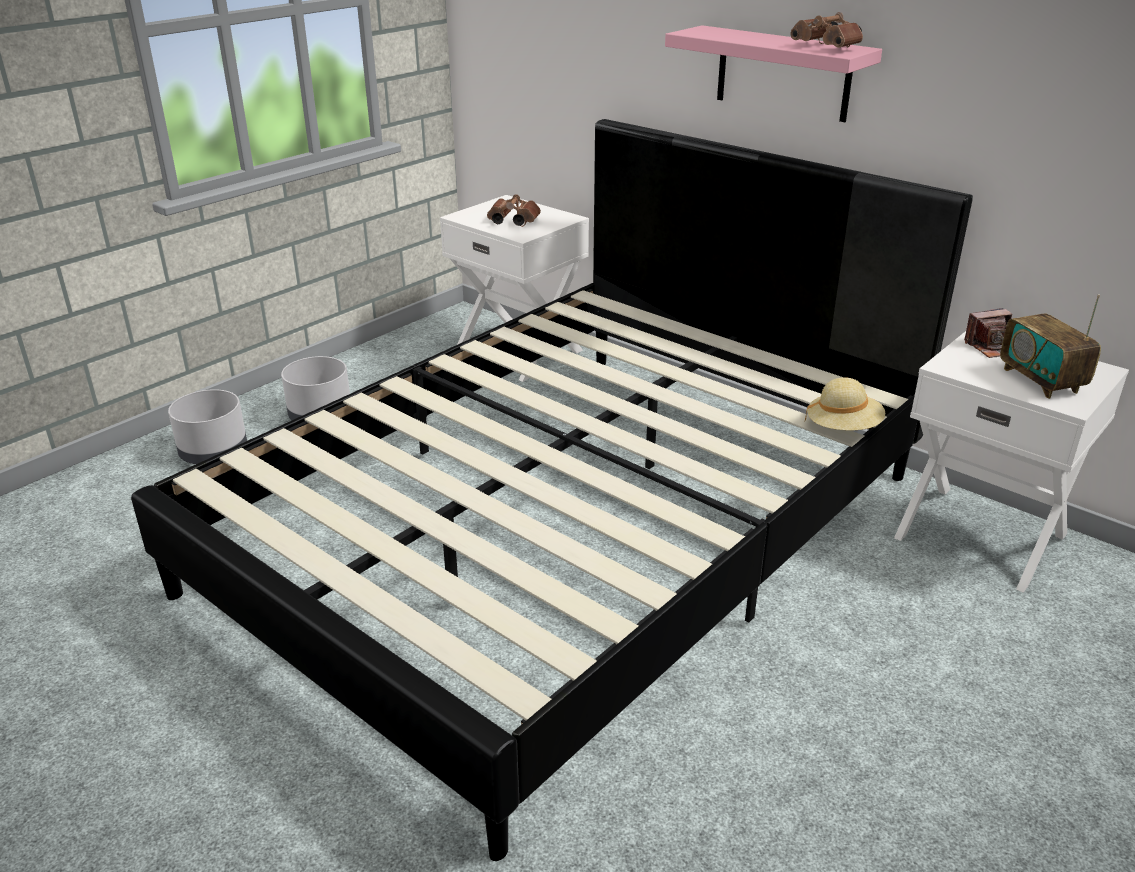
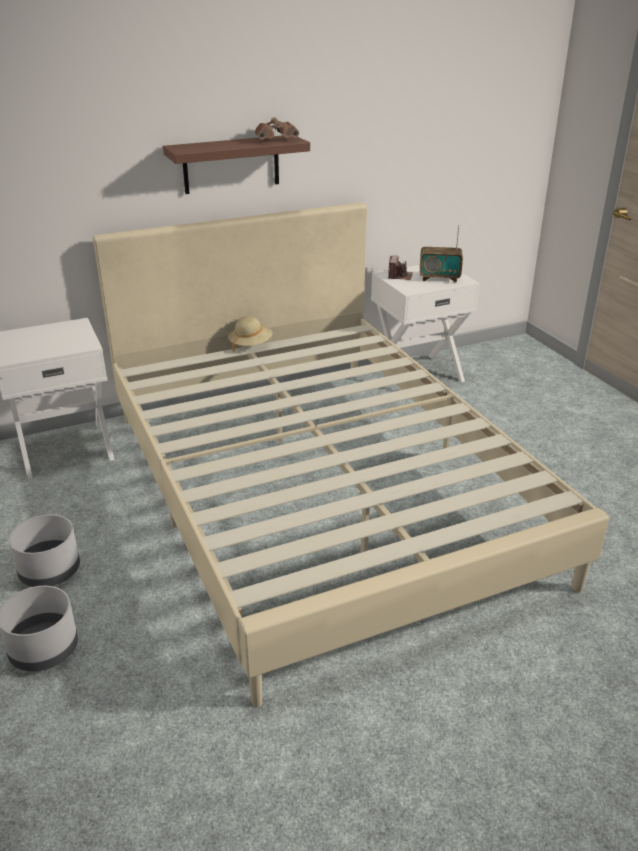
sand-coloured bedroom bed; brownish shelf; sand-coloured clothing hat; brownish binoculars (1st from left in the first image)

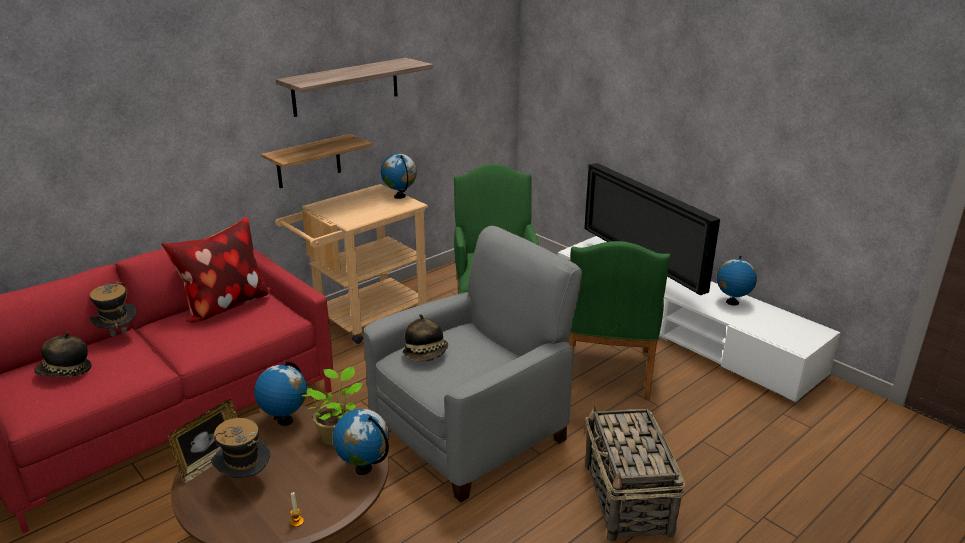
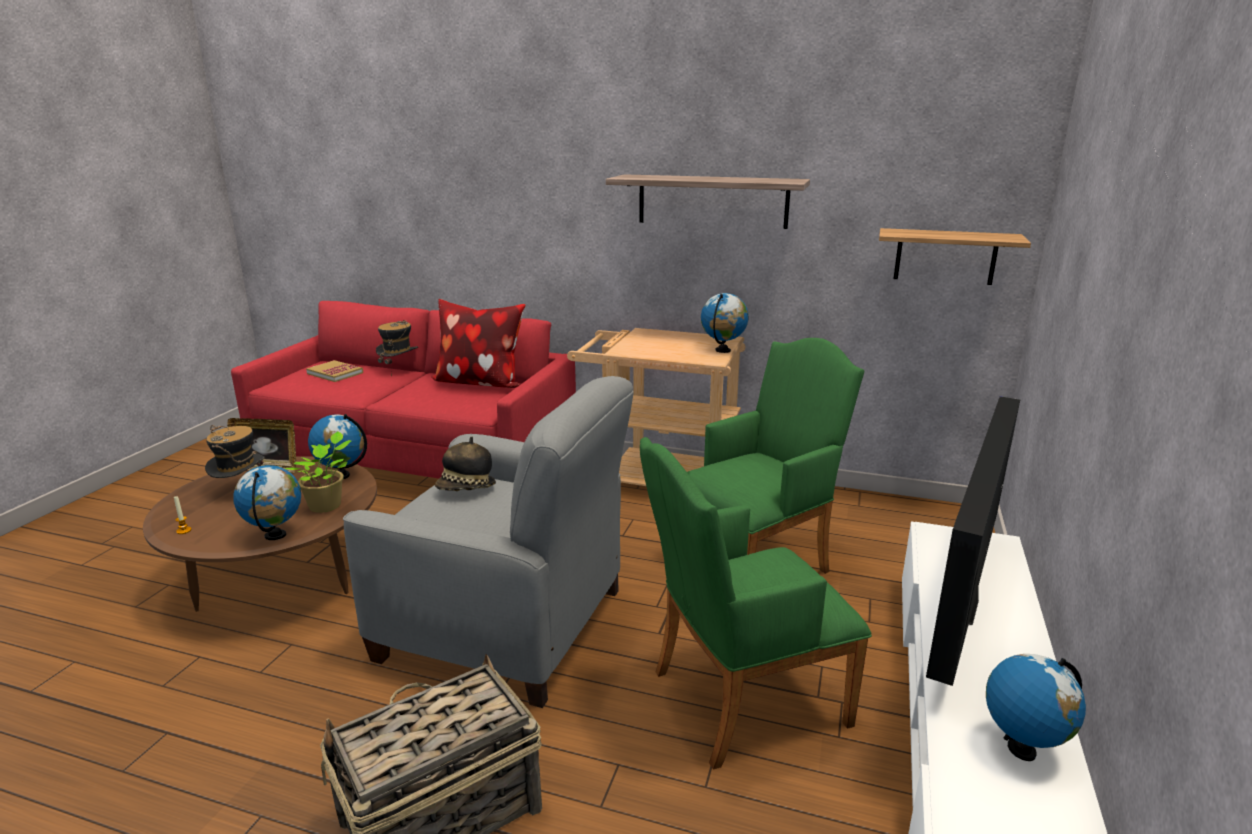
bound book; shelf (2nd from left)

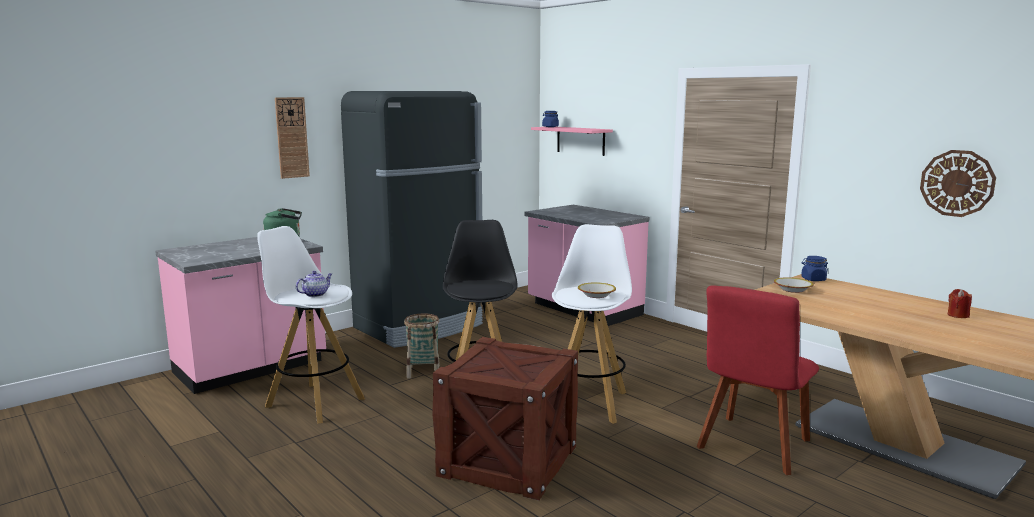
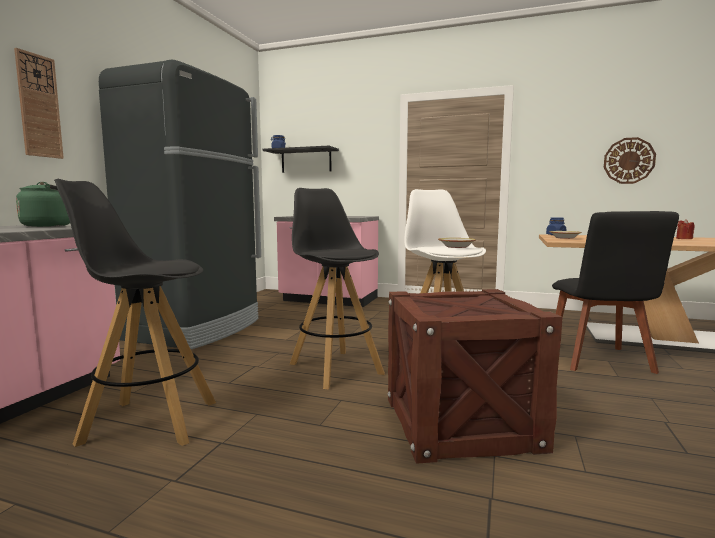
blackish sitting stool (1st from left); blackish shelf; blackish upright chair; tea pot; basket

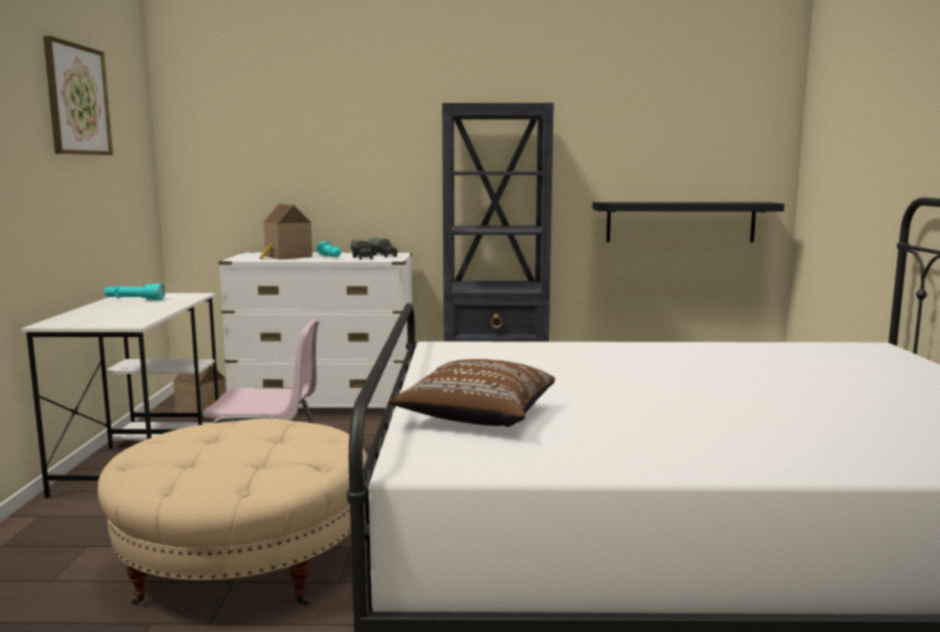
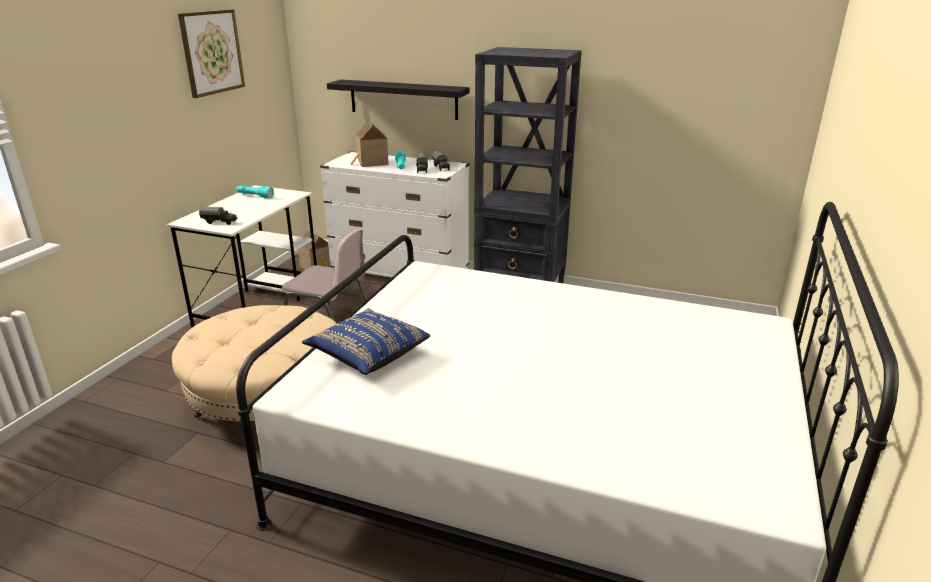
toy truck (1st from left); blue-coloured pillow; blackish shelf

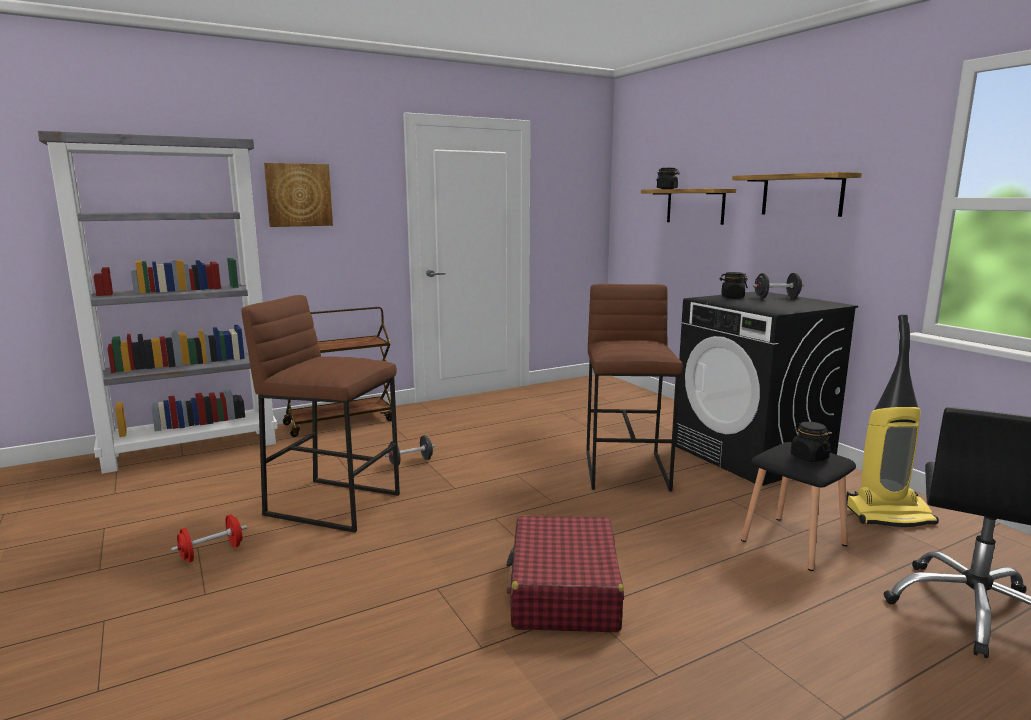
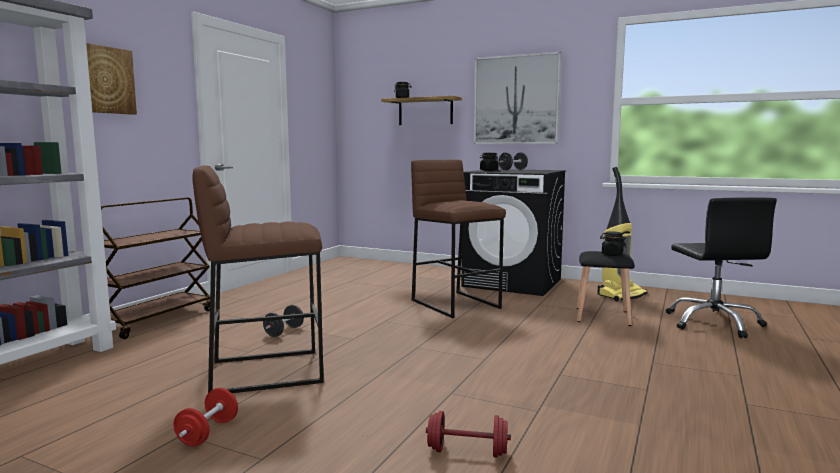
reddish free weight (2nd from left); wall art (2nd from left); reddish piece of luggage

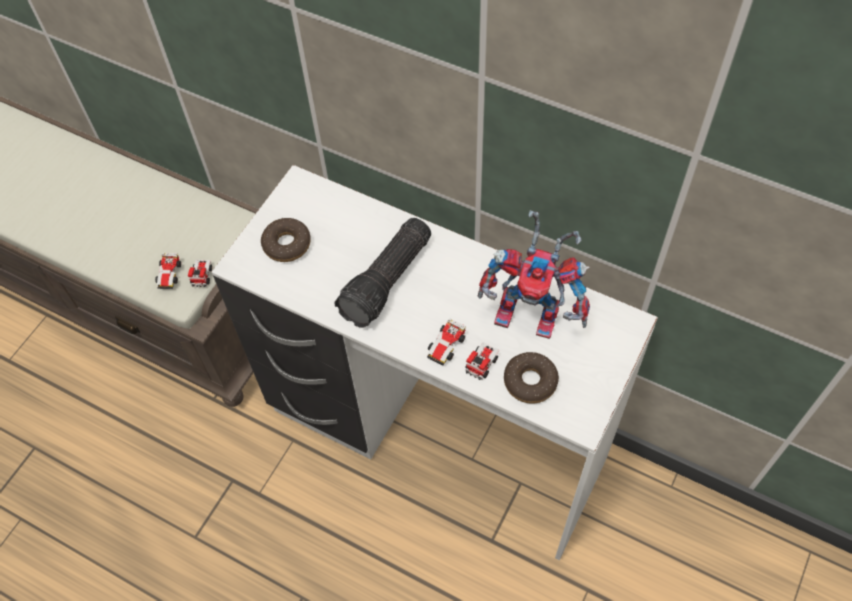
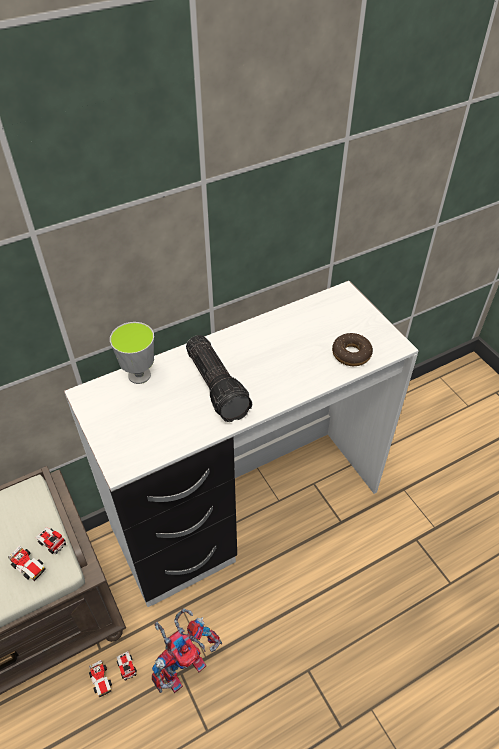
miniature car (2nd from left); cup; robot figure; ring doughnut (1st from left in the first image)

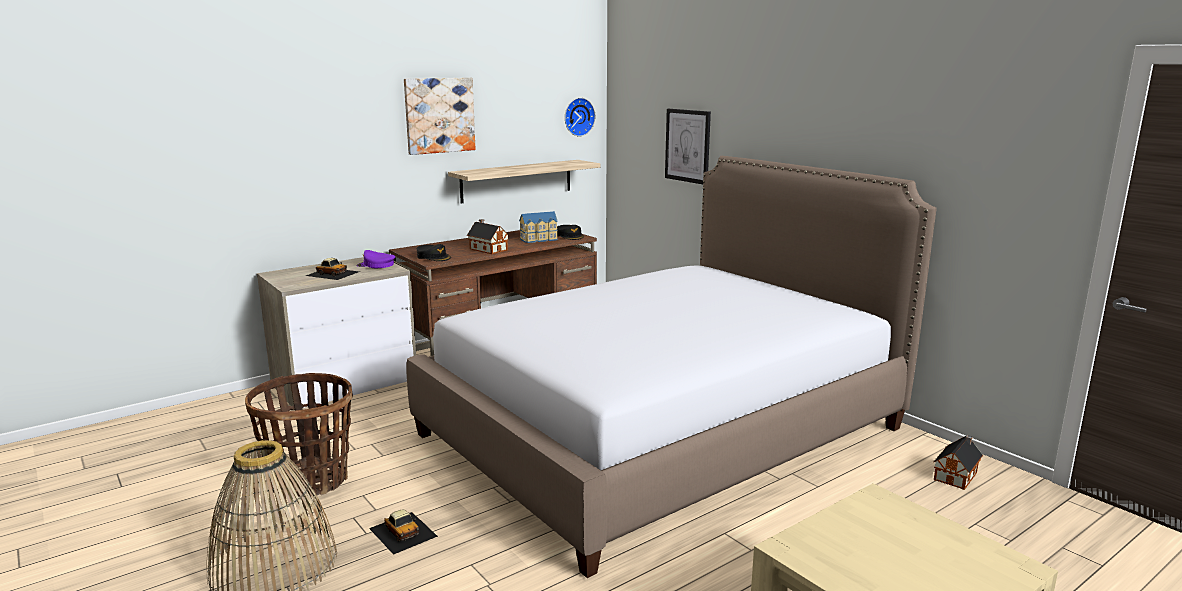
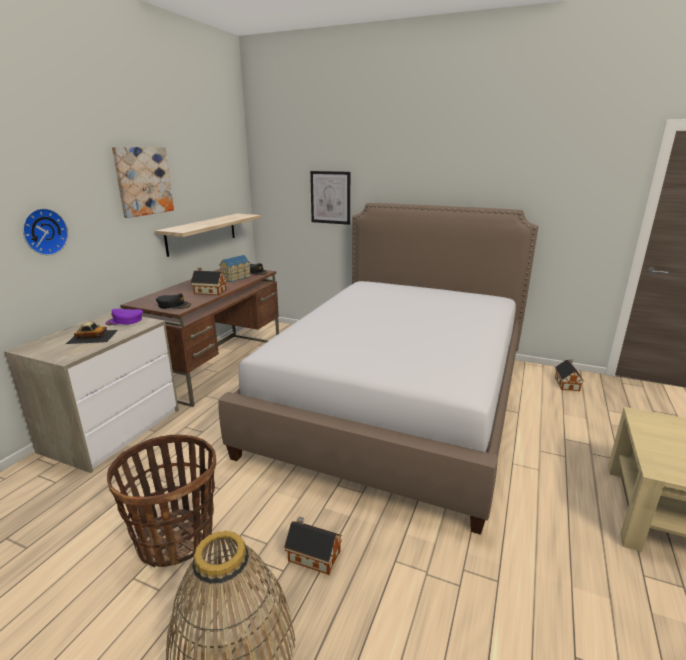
hanging clock; toy house (3rd from left)

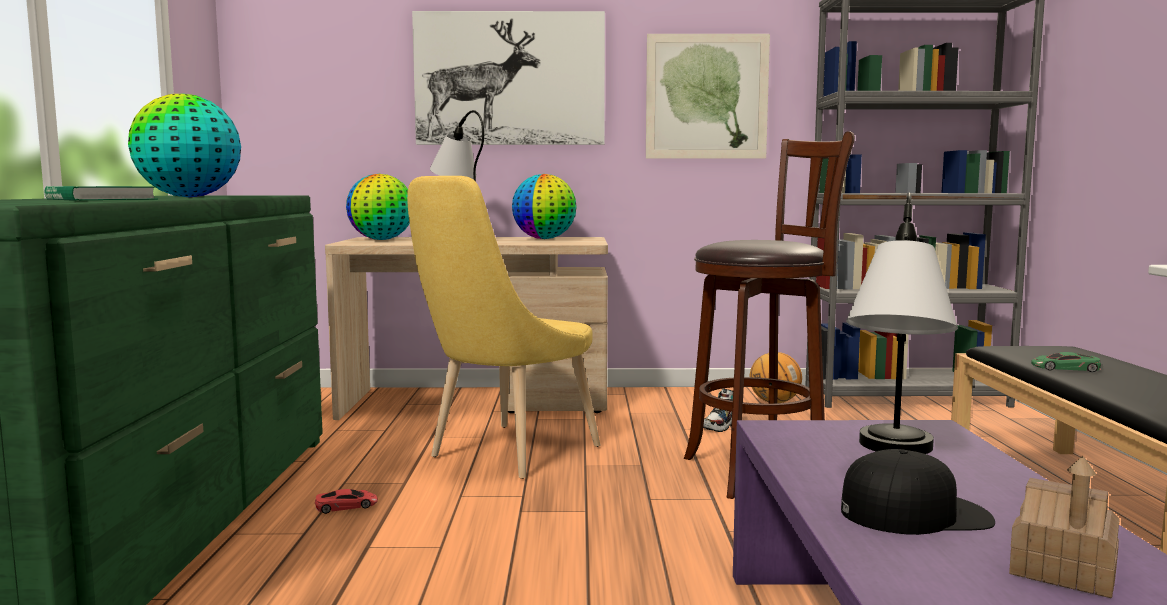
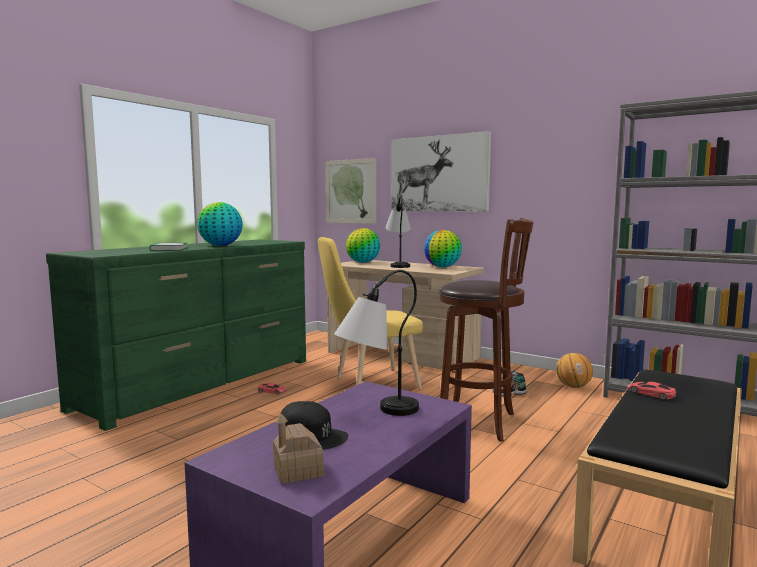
wall art (1st from left); reddish miniature car (2nd from left)

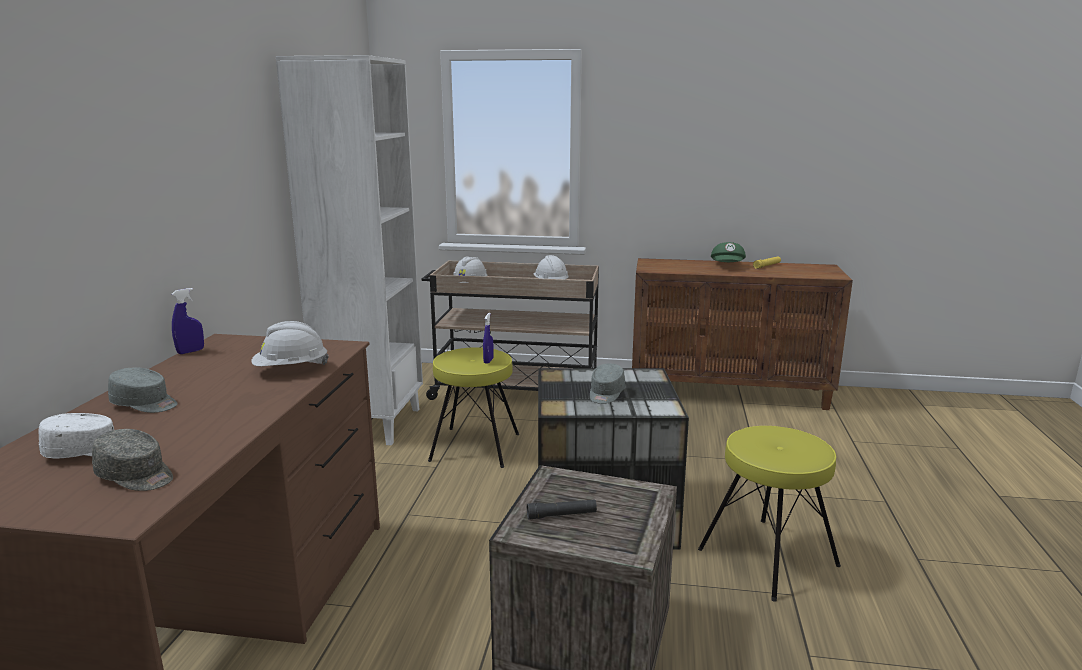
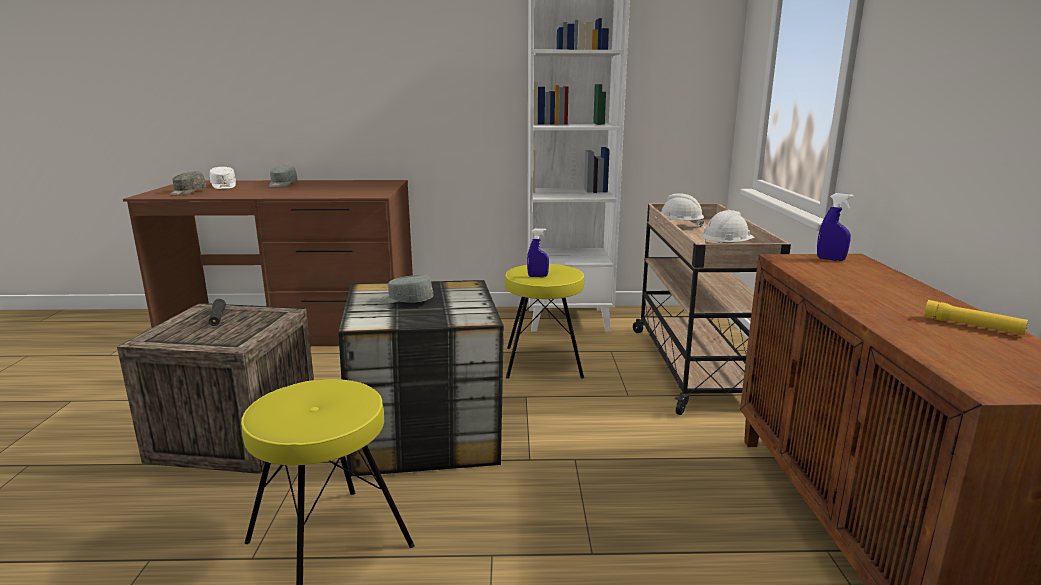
blue-coloured sprayer (2nd from left); whitish work helmet (1st from left in the first image); greenish baseball cap

